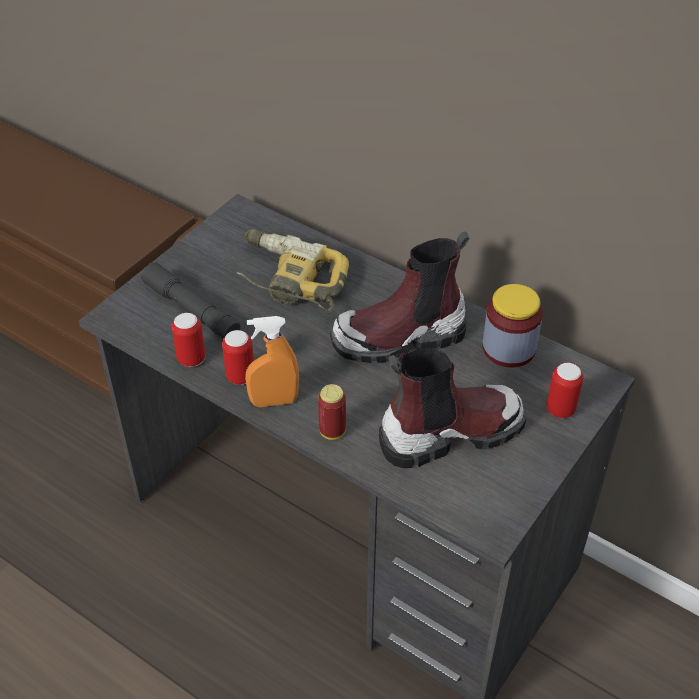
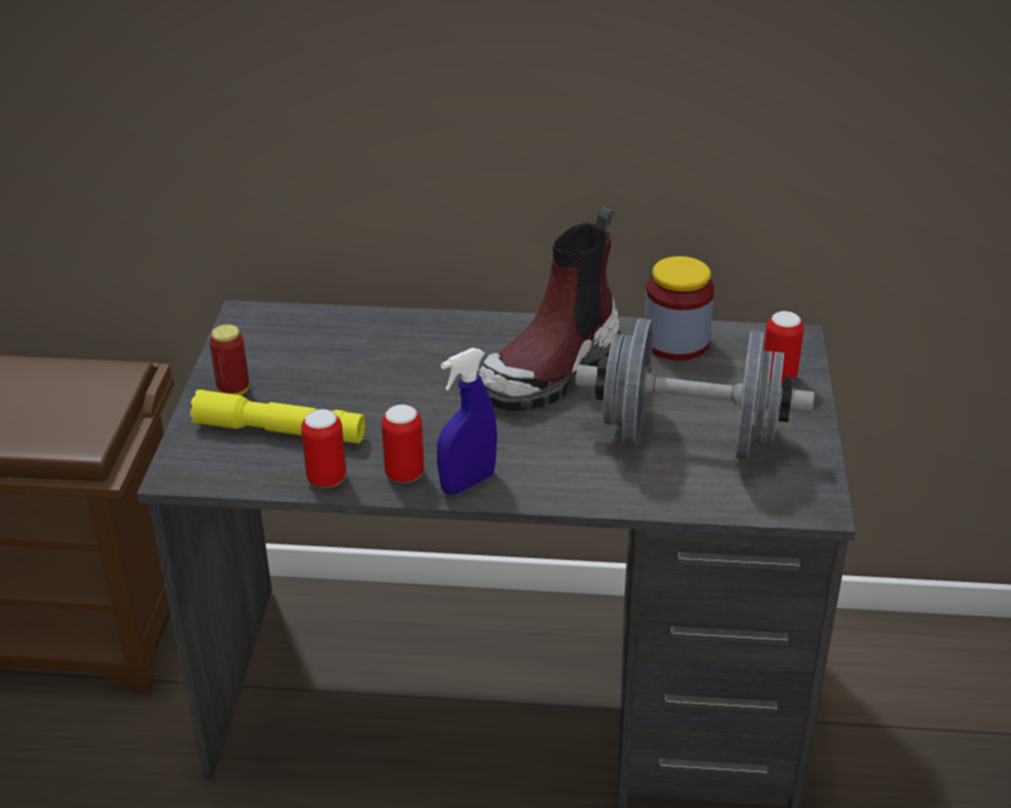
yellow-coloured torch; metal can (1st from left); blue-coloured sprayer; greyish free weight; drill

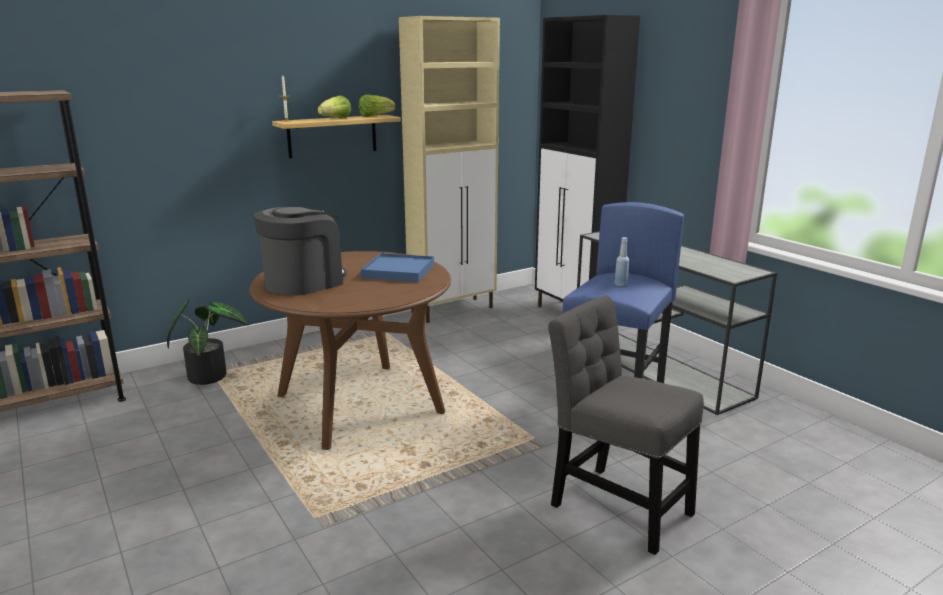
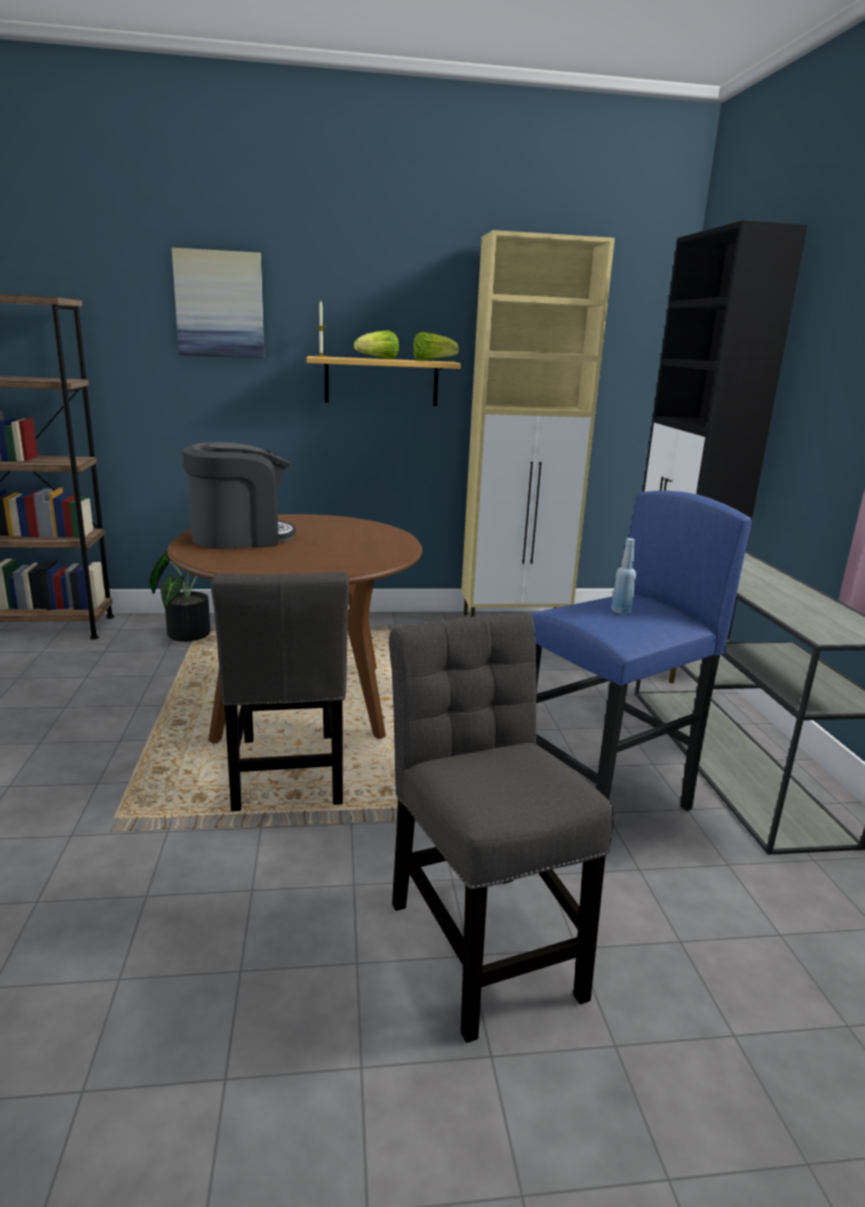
wall art; greyish upright chair (1st from left); blue-coloured serving tray

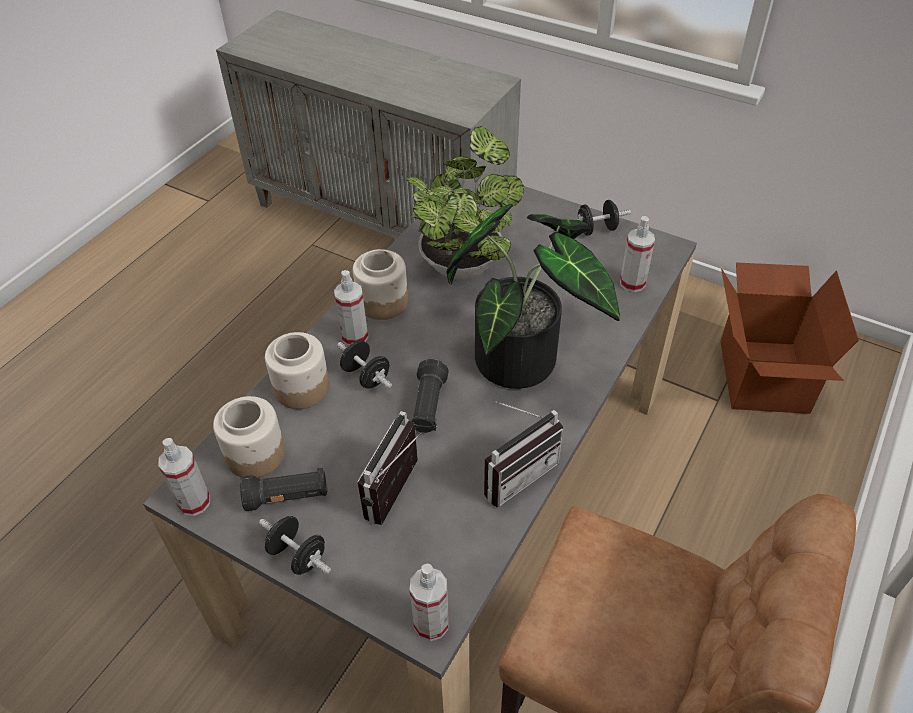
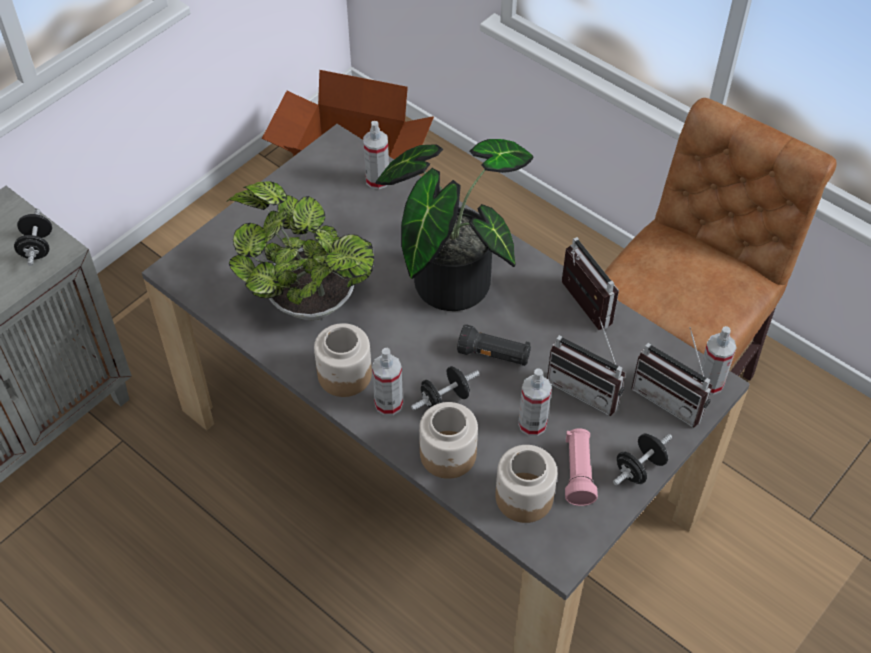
blackish free weight (1st from left); sprayer (3rd from left); pinkish torch; radio (3rd from left)

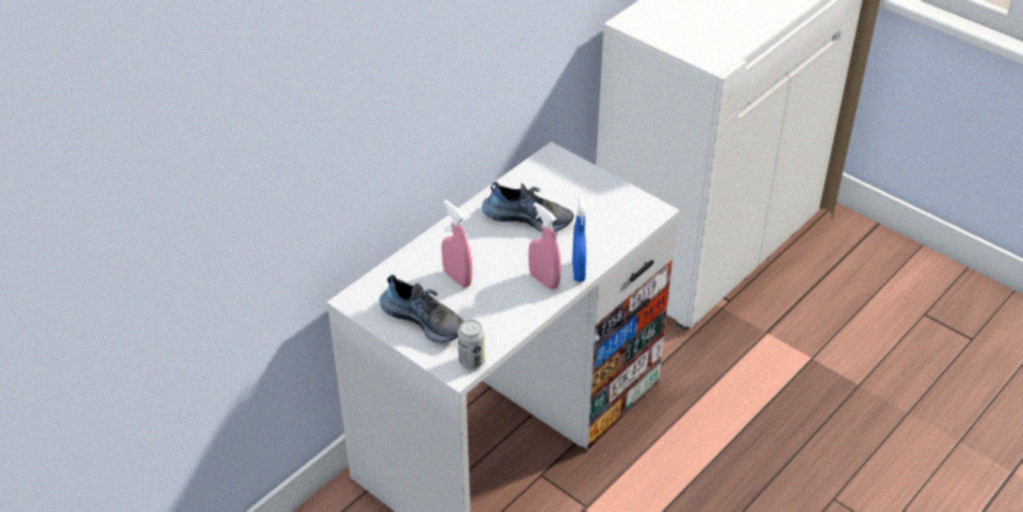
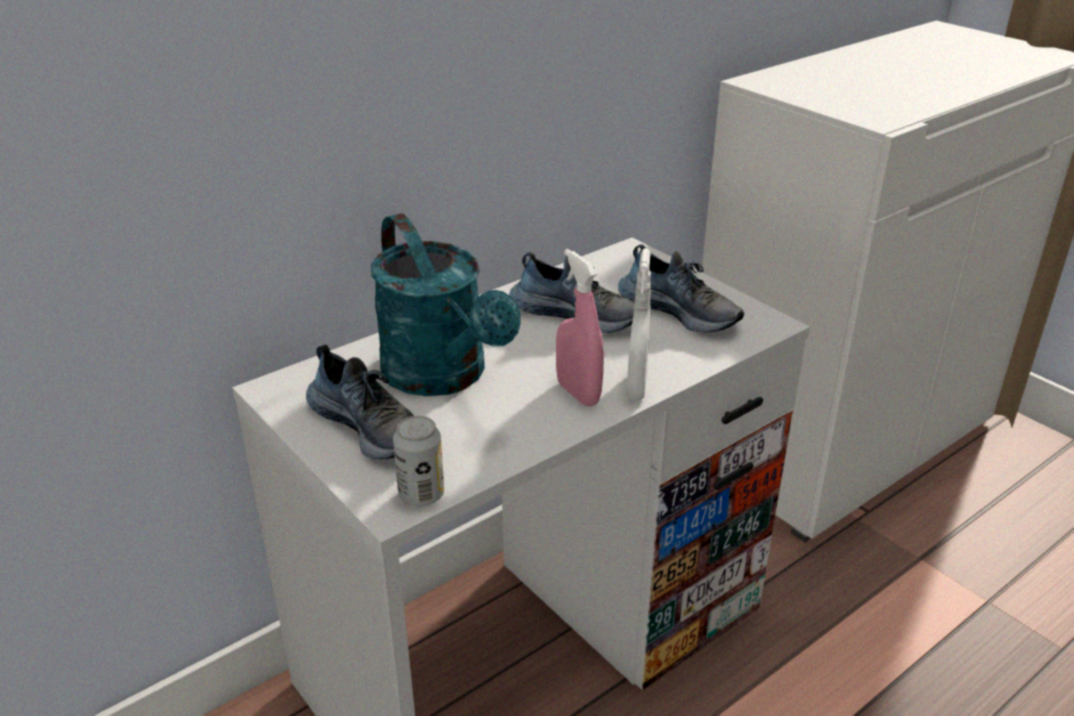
turquoise watering pot; shoe (3rd from left); whitish sprayer

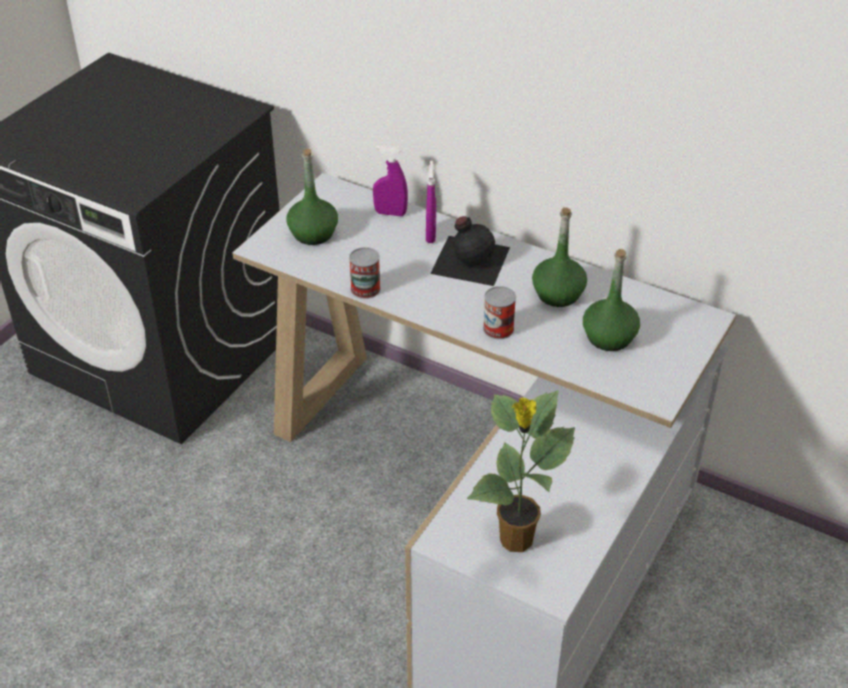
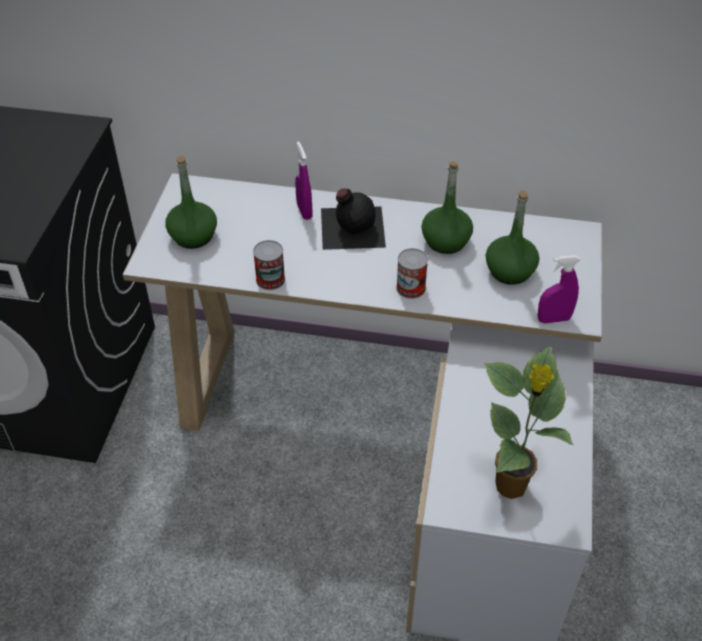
purple-coloured sprayer (2nd from left)

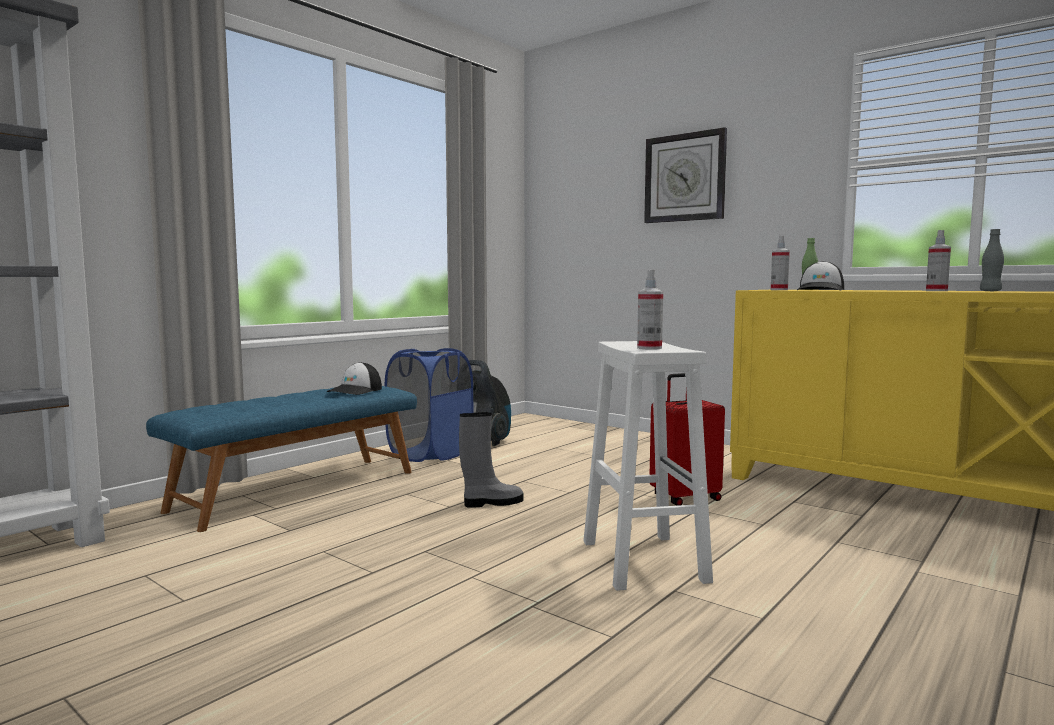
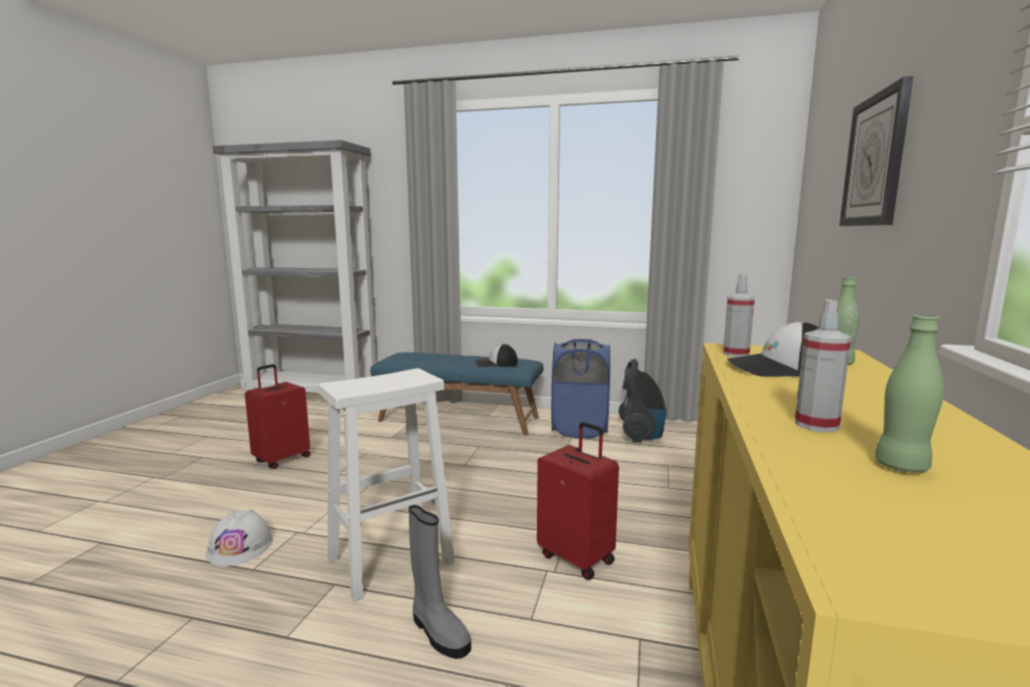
whitish work helmet; reddish piece of luggage (1st from left); greyish high-top boot; greenish bottle (2nd from left); sprayer (1st from left in the first image)

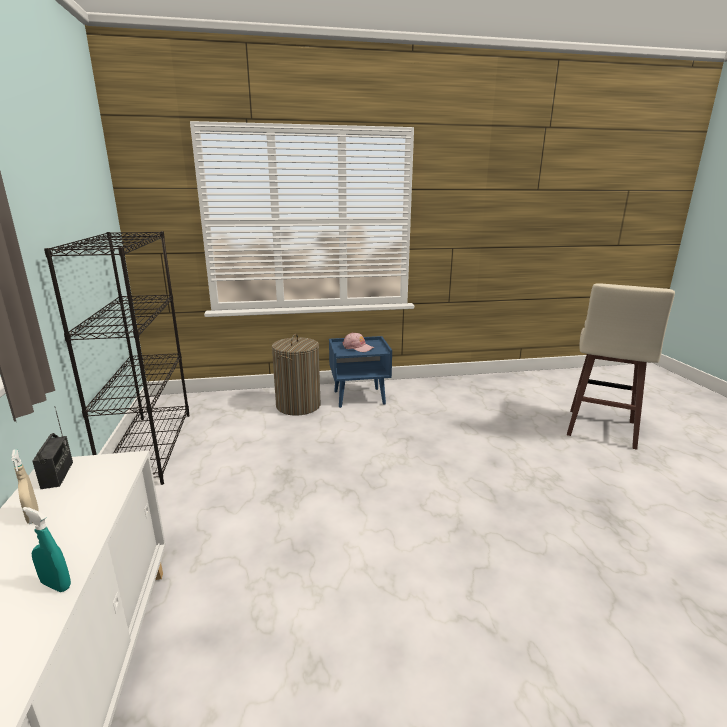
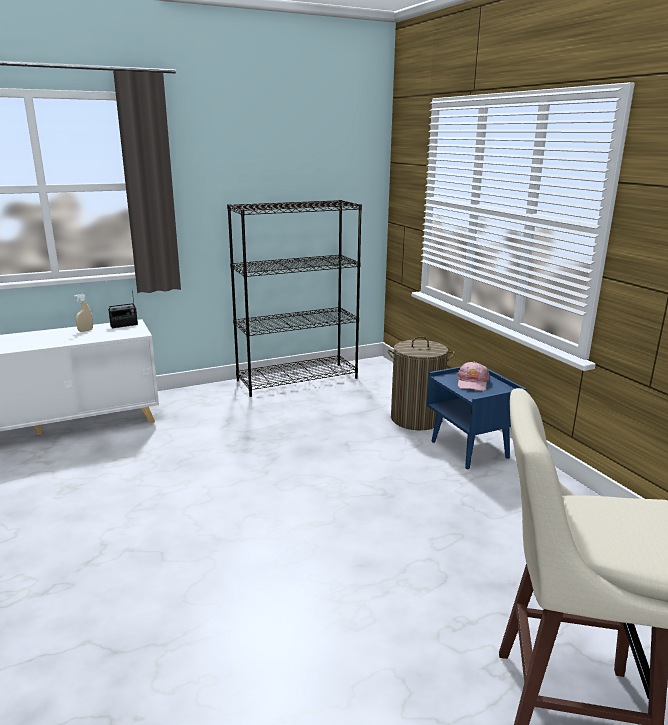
turquoise sprayer

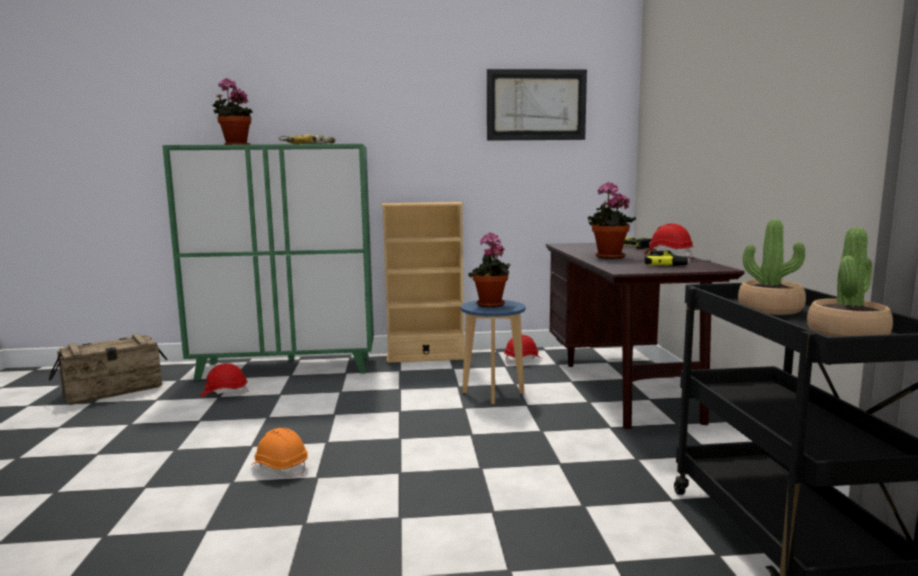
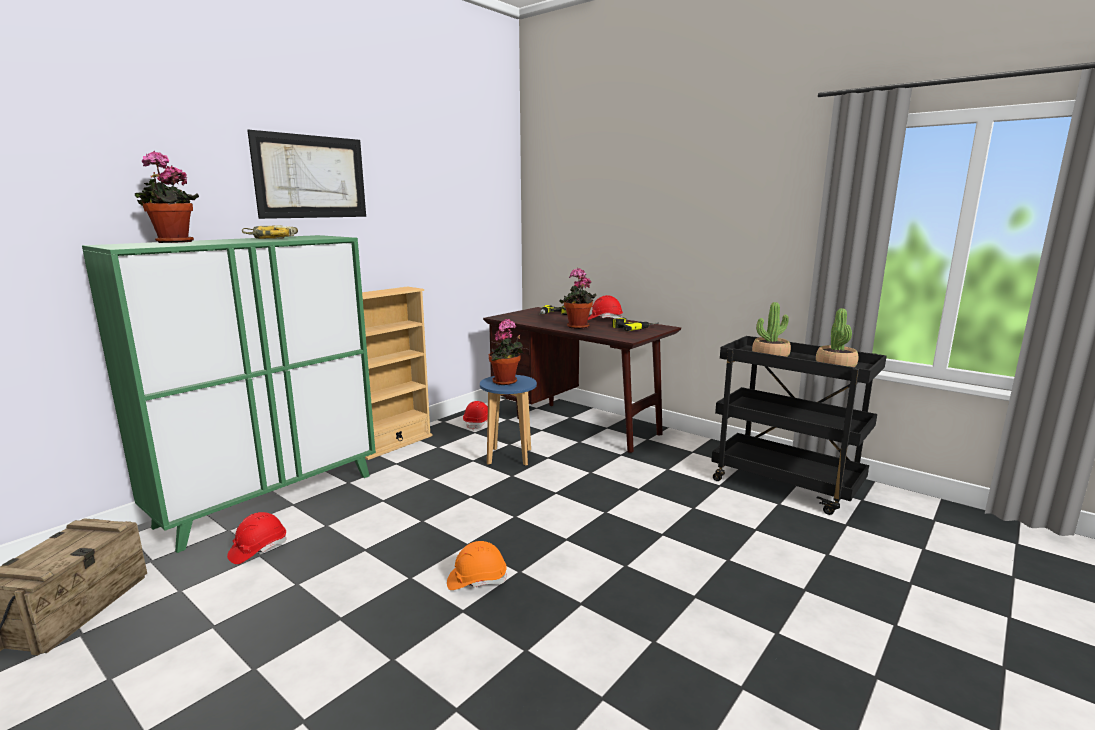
wall art

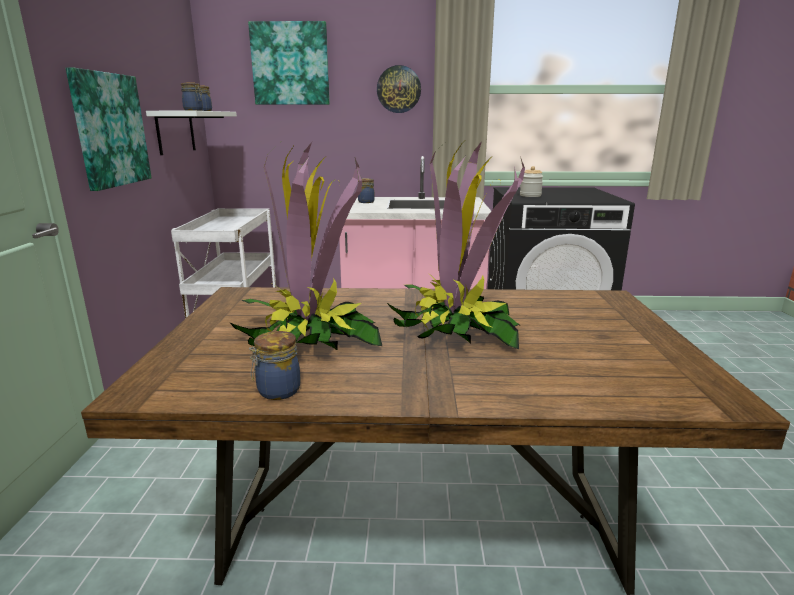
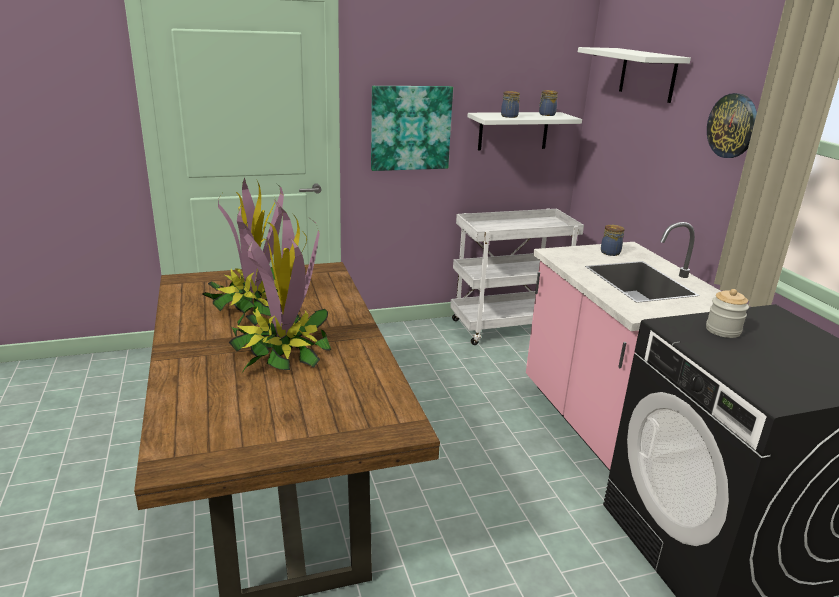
whitish shelf (2nd from left); preserve jar (3rd from left in the first image)

